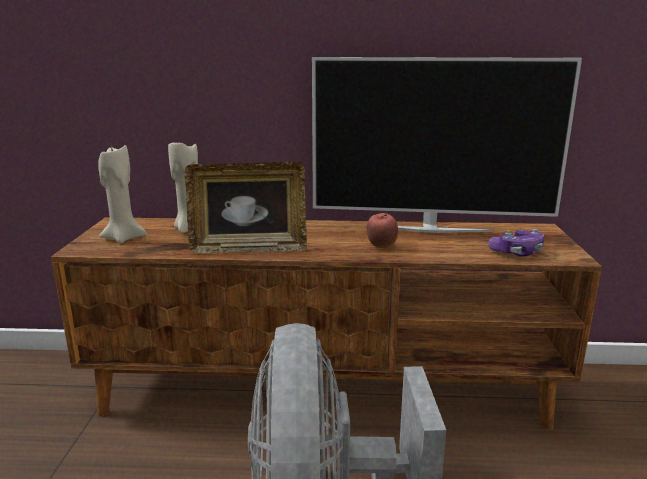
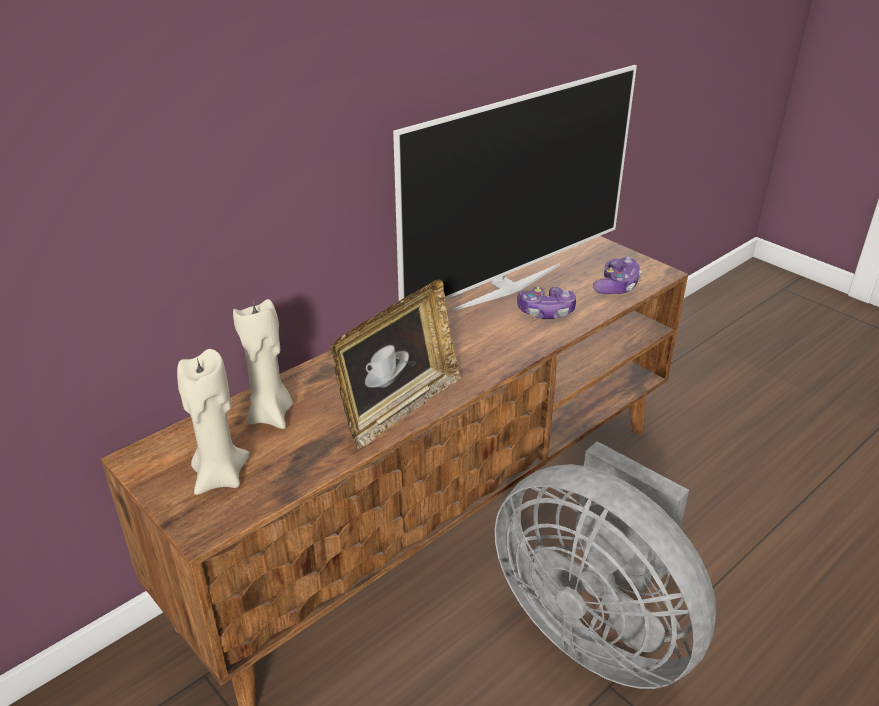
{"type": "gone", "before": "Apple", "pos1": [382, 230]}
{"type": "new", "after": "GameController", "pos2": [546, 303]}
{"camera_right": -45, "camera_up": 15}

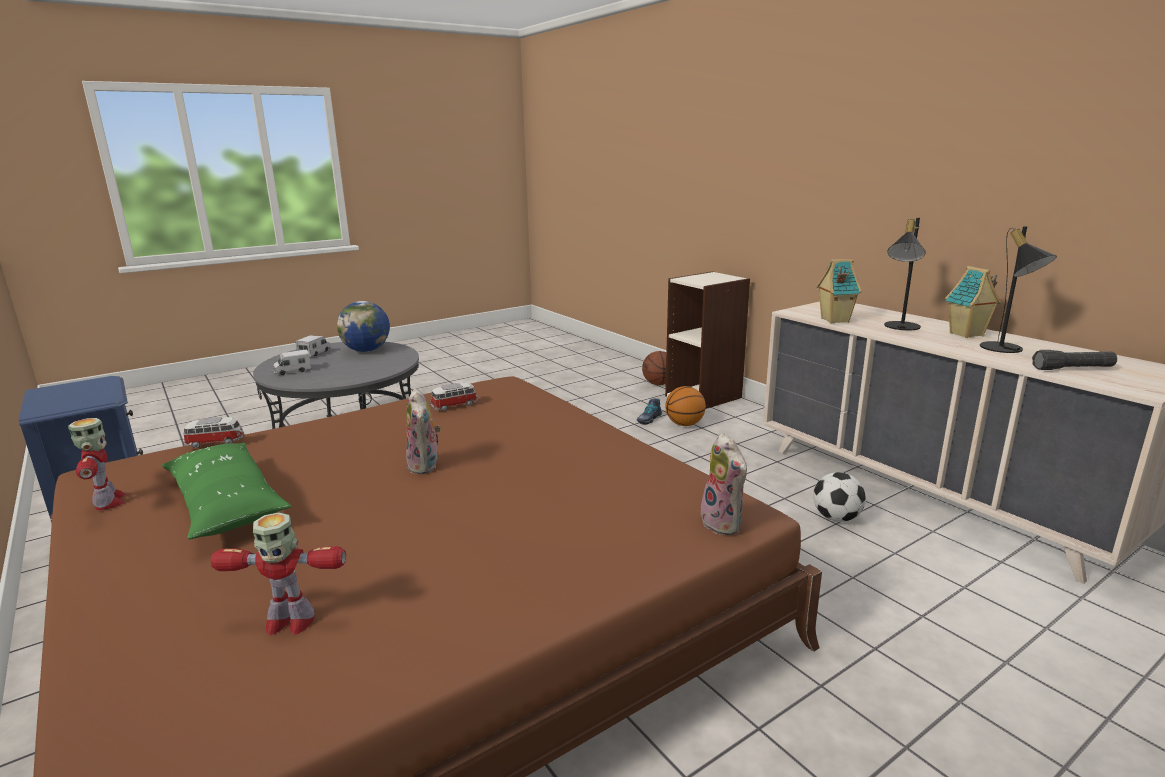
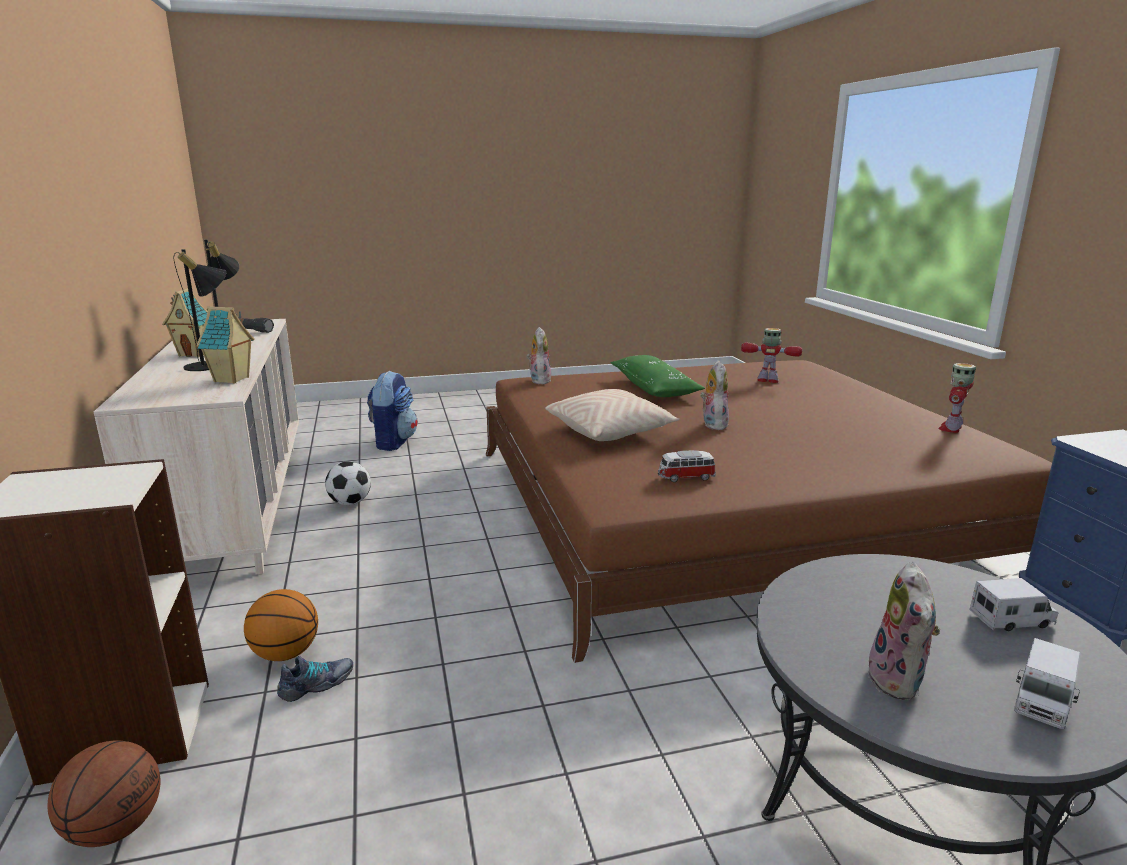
{"type": "swapped", "before": "Globe", "after": "PlushToy", "pos1": [363, 326], "pos2": [904, 631]}
{"type": "gone", "before": "ToyCar", "pos1": [214, 432]}
{"type": "rotated", "before": "ToyRobot", "pos1": [97, 464], "pos2": [957, 398], "turn": 45}
{"type": "shifted", "before": "GreenPillow", "pos1": [226, 491], "pos2": [658, 376]}
{"type": "new", "after": "Backpack", "pos2": [392, 411]}
{"type": "new", "after": "BeigePillow", "pos2": [612, 415]}
{"camera_right": -160, "camera_up": 0}

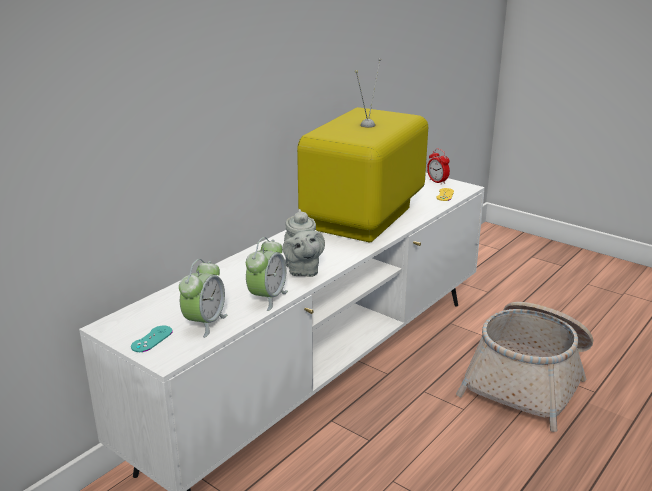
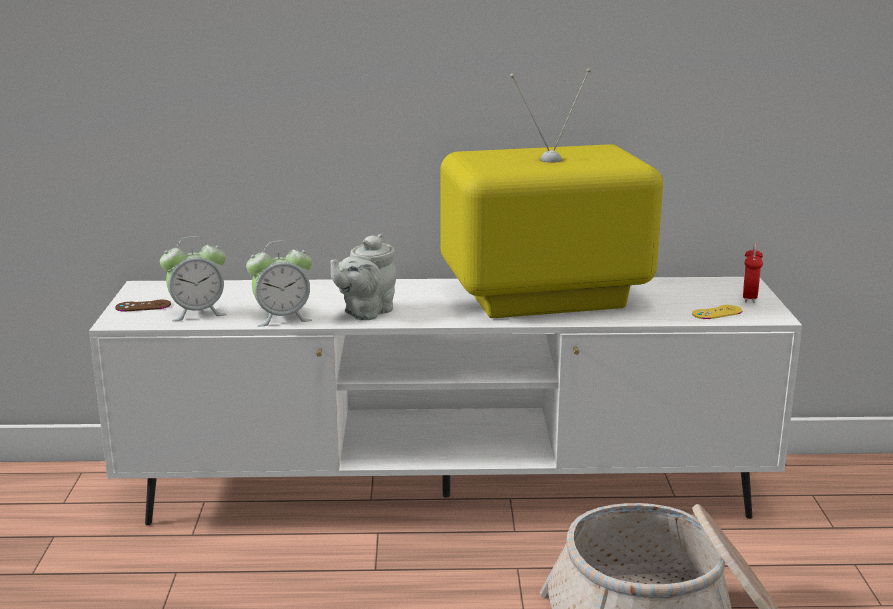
{"type": "repainted", "before": "TurquoiseGameController", "after": "BrownGameController", "pos1": [152, 339], "pos2": [143, 306]}
{"camera_right": 50, "camera_up": -5}

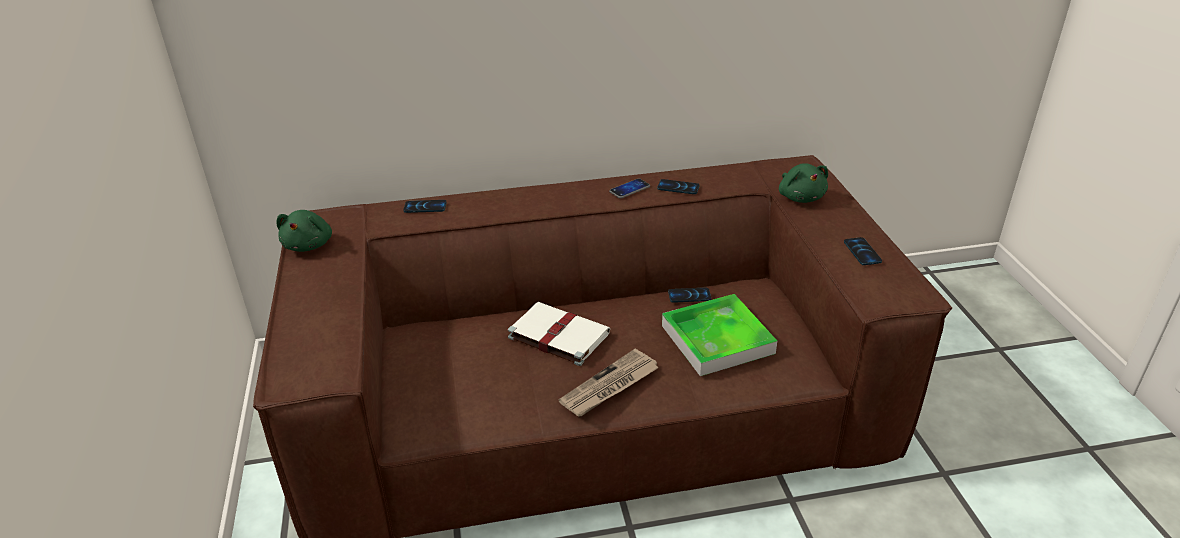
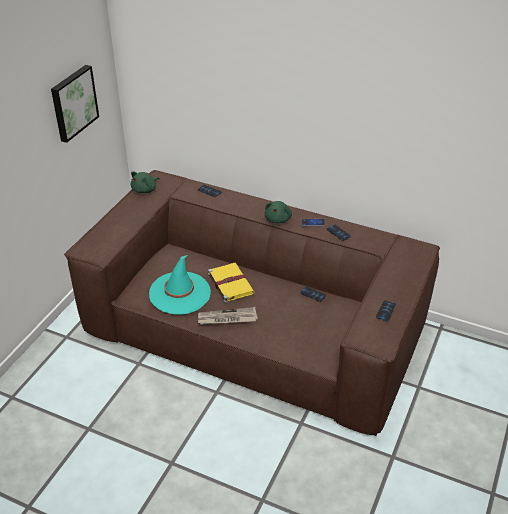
{"type": "shifted", "before": "GreenPlushToy", "pos1": [803, 183], "pos2": [278, 212]}
{"type": "gone", "before": "Tray", "pos1": [719, 335]}
{"type": "repainted", "before": "WhiteBook", "after": "YellowBook", "pos1": [558, 334], "pos2": [231, 283]}
{"type": "new", "after": "Picture", "pos2": [75, 104]}
{"type": "new", "after": "TurquoiseHat", "pos2": [180, 285]}
{"camera_right": 35, "camera_up": 5}

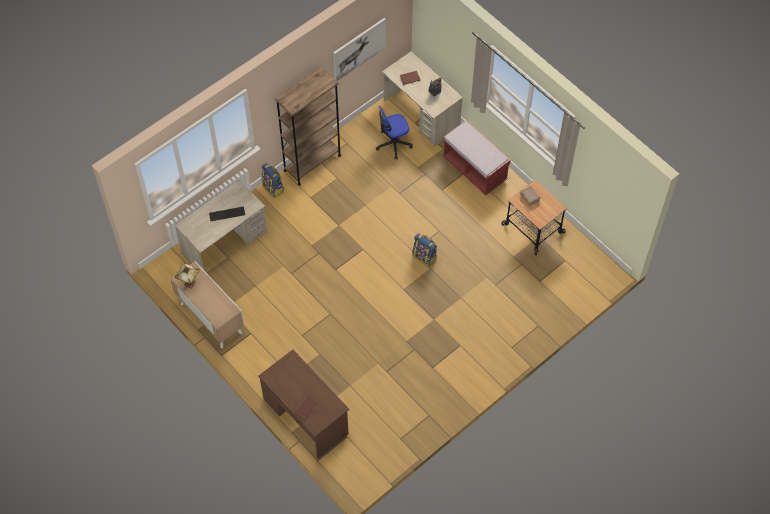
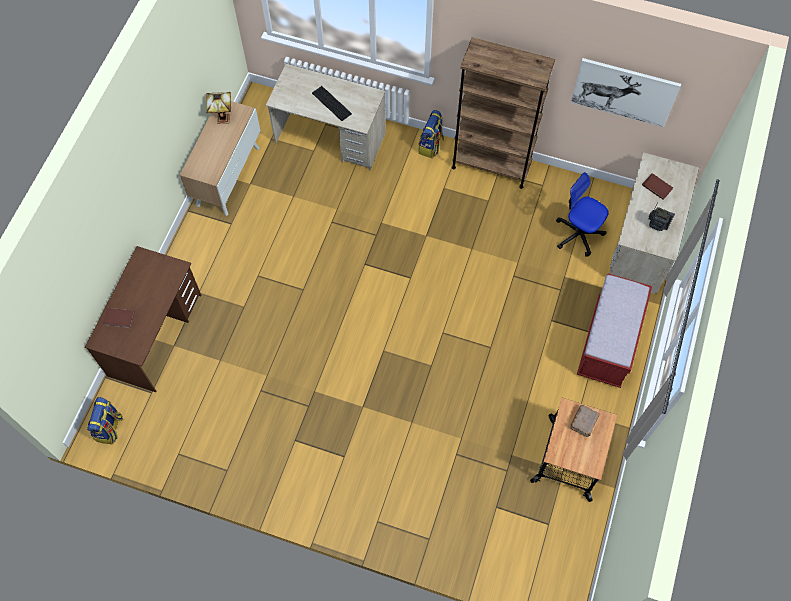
{"type": "shifted", "before": "Backpack", "pos1": [425, 250], "pos2": [105, 421]}
{"camera_right": 60, "camera_up": 5}

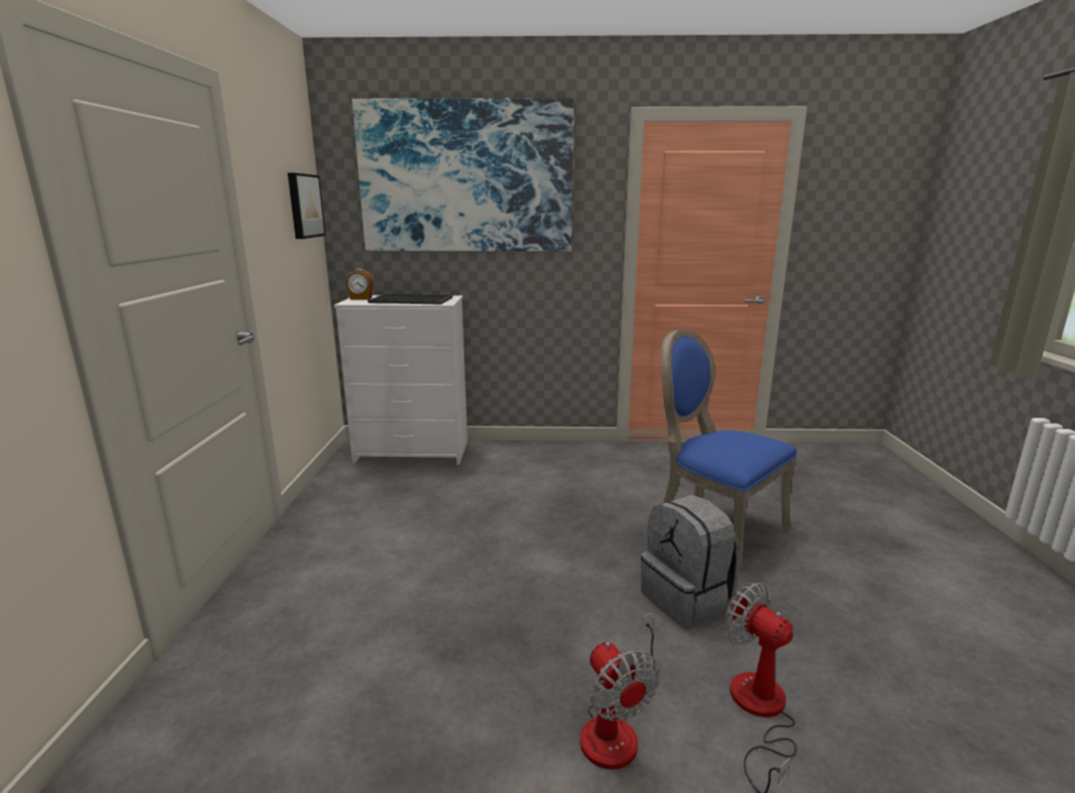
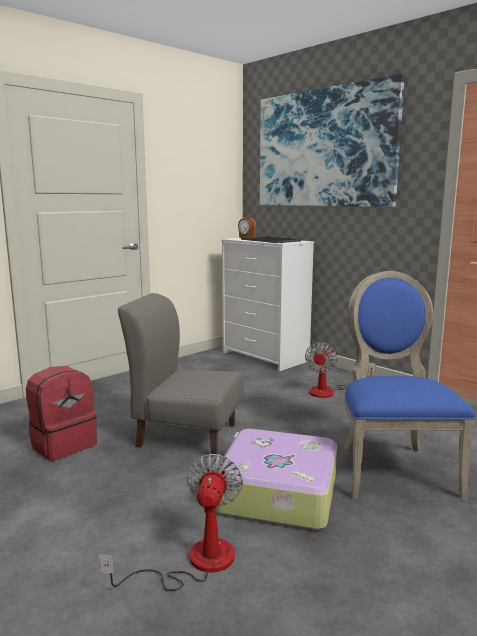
{"type": "gone", "before": "Picture", "pos1": [307, 206]}
{"type": "swapped", "before": "GreyBackpack", "after": "Suitcase", "pos1": [690, 561], "pos2": [276, 479]}
{"type": "shifted", "before": "Fan", "pos1": [619, 691], "pos2": [340, 370]}
{"type": "new", "after": "GreyChair", "pos2": [181, 373]}
{"type": "new", "after": "RedBackpack", "pos2": [61, 413]}
{"camera_right": 45, "camera_up": -5}

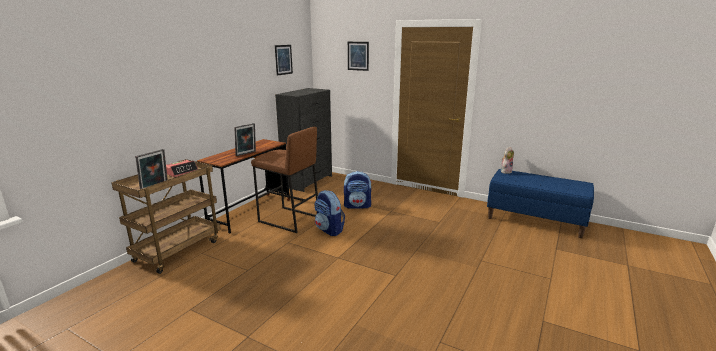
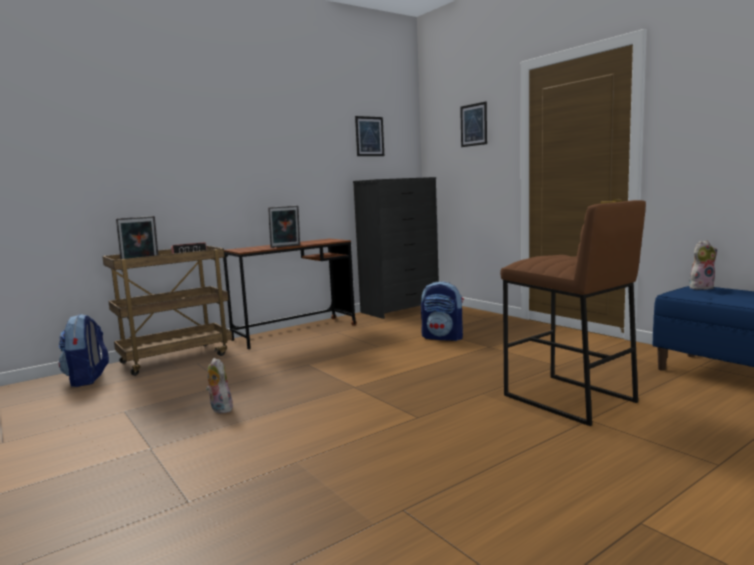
{"type": "shifted", "before": "BrownStool", "pos1": [284, 180], "pos2": [573, 313]}
{"type": "shifted", "before": "Backpack", "pos1": [329, 213], "pos2": [84, 350]}
{"type": "new", "after": "PlushToy", "pos2": [219, 386]}
{"camera_right": 25, "camera_up": -10}

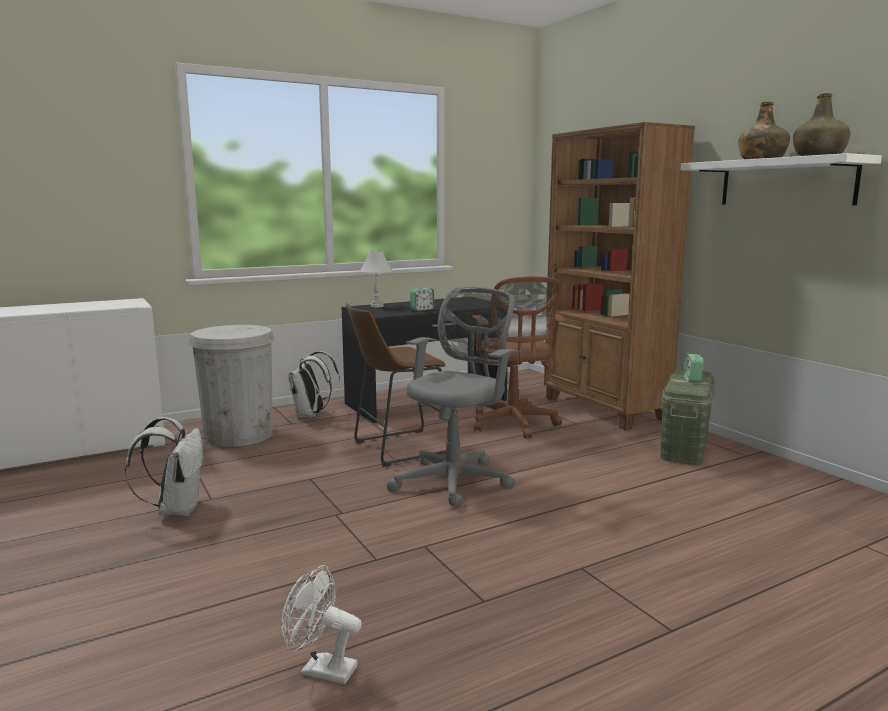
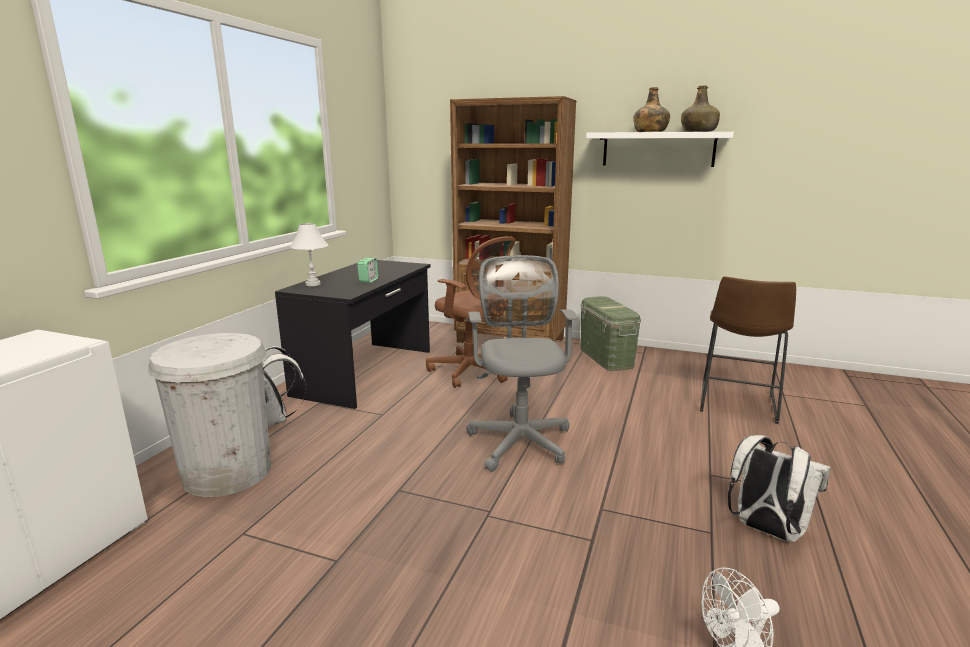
{"type": "shifted", "before": "BrownStool", "pos1": [396, 385], "pos2": [748, 350]}
{"type": "gone", "before": "AlarmClock", "pos1": [694, 368]}
{"type": "shifted", "before": "WhiteBackpack", "pos1": [164, 466], "pos2": [779, 488]}
{"camera_right": -40, "camera_up": 5}

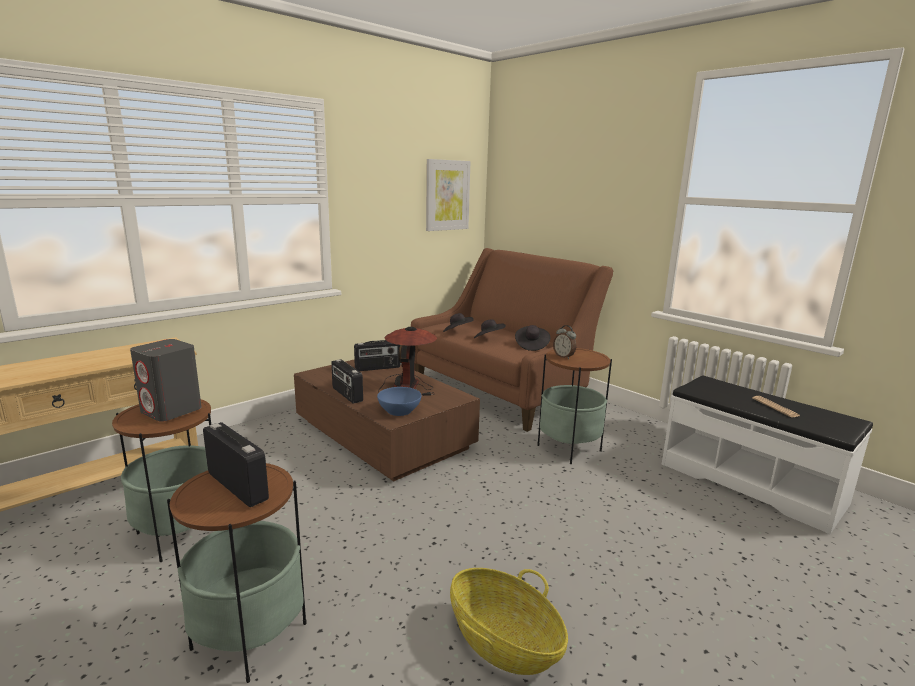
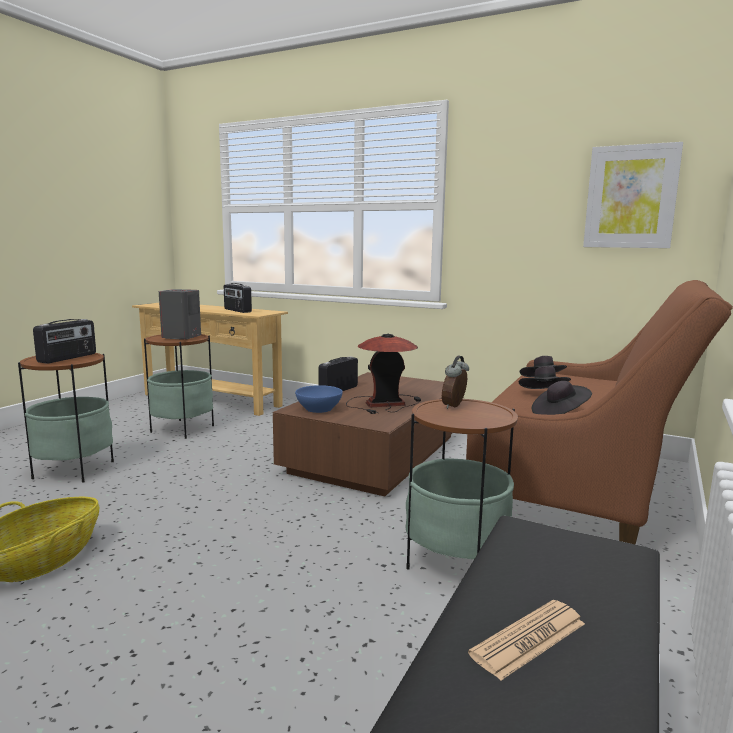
{"type": "shifted", "before": "Radio", "pos1": [377, 355], "pos2": [238, 298]}
{"camera_right": 70, "camera_up": -5}

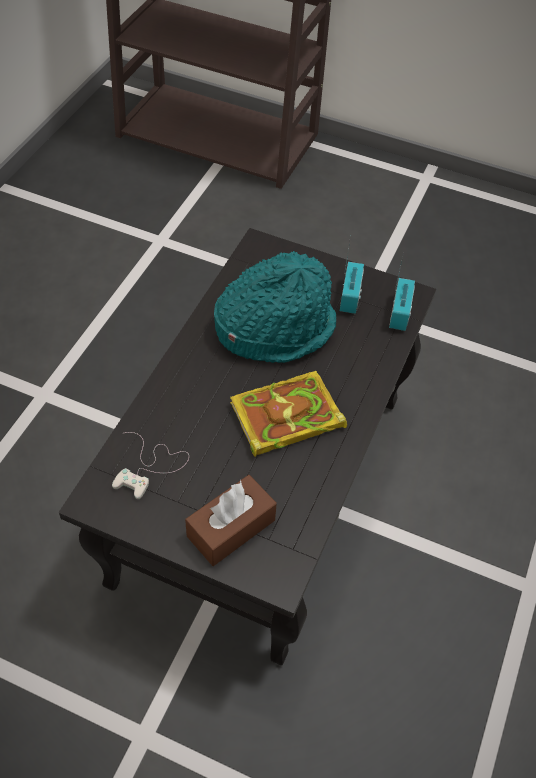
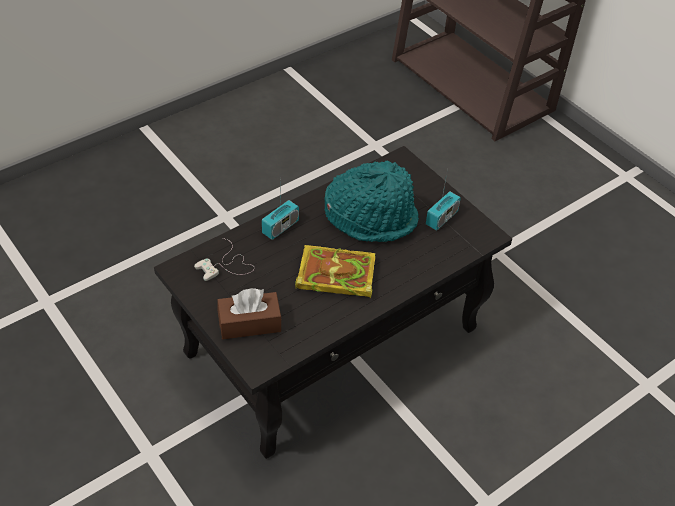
{"type": "shifted", "before": "Radio", "pos1": [402, 291], "pos2": [280, 214]}
{"camera_right": 30, "camera_up": -5}

